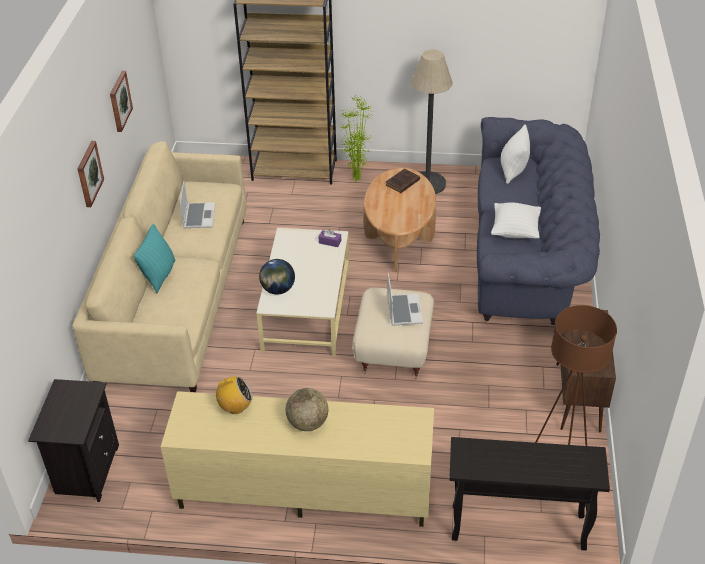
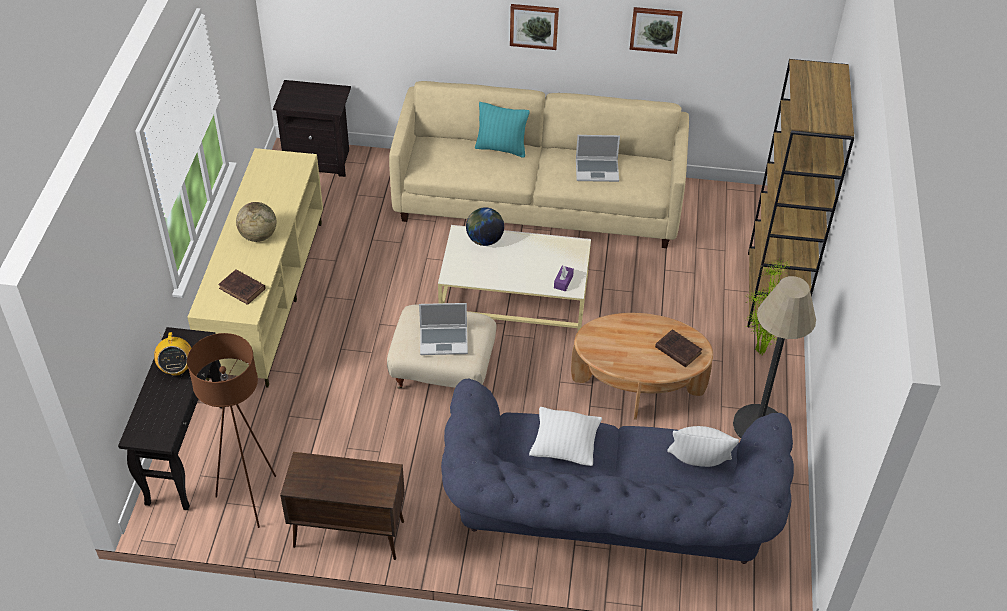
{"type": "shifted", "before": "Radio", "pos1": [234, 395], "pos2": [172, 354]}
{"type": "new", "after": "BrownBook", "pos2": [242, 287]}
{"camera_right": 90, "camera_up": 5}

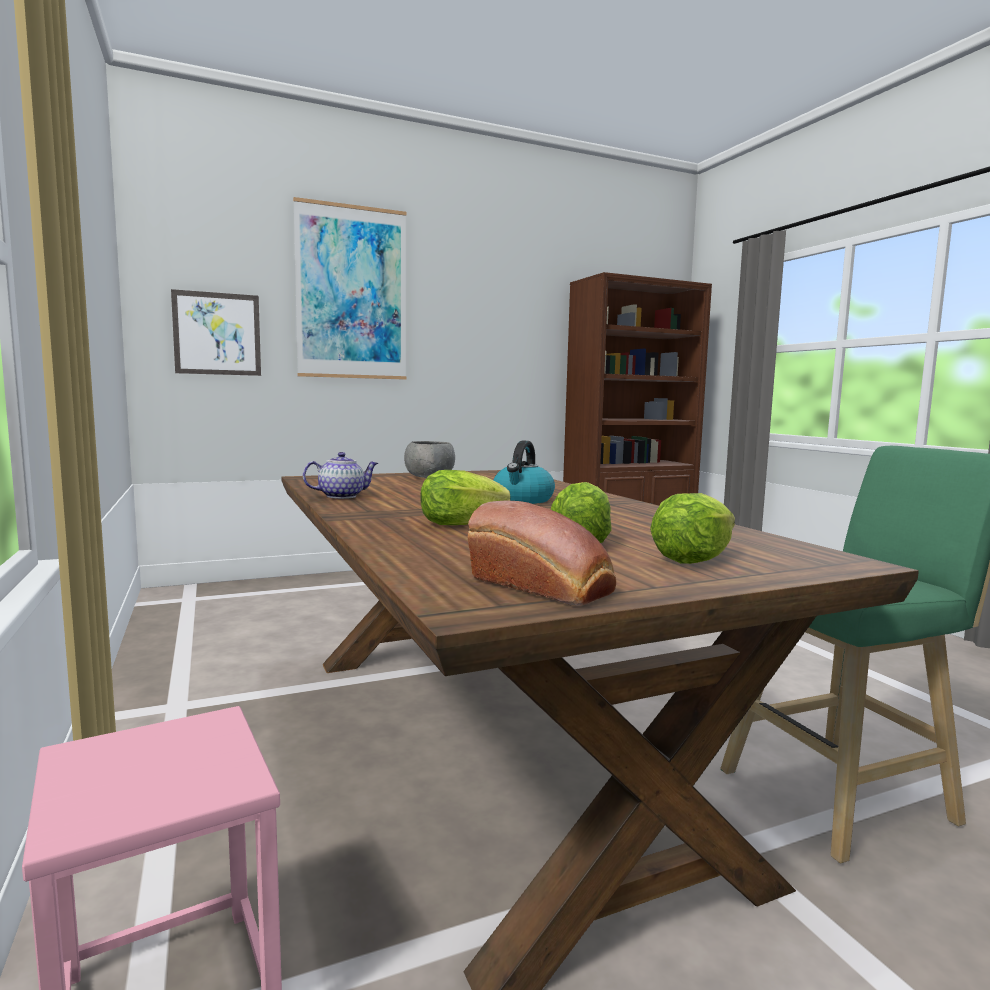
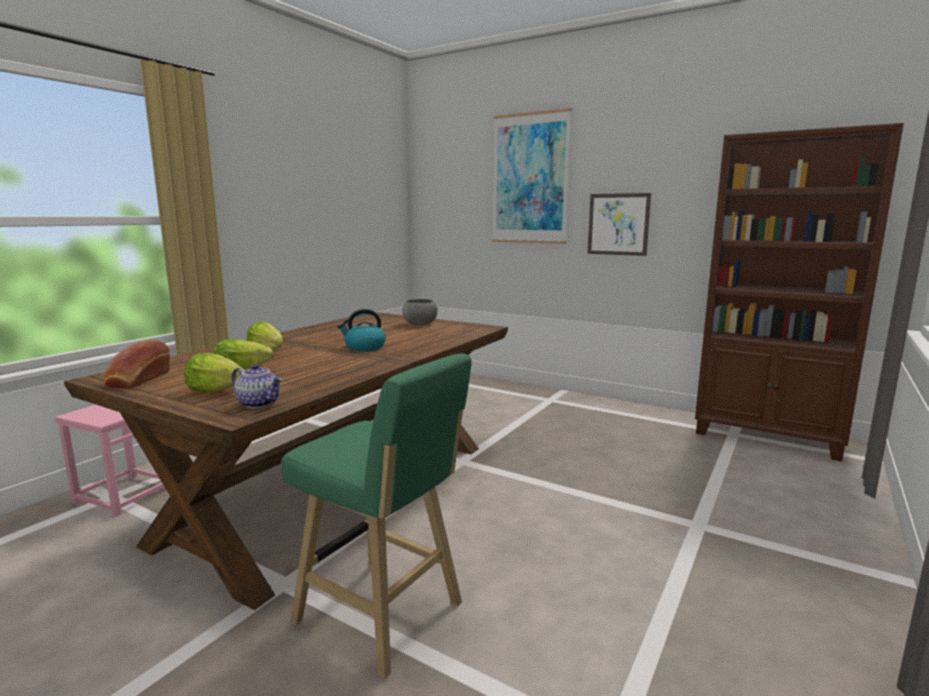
{"type": "shifted", "before": "Picture", "pos1": [216, 332], "pos2": [619, 224]}
{"type": "shifted", "before": "Teapot", "pos1": [340, 475], "pos2": [257, 386]}
{"camera_right": 55, "camera_up": 5}

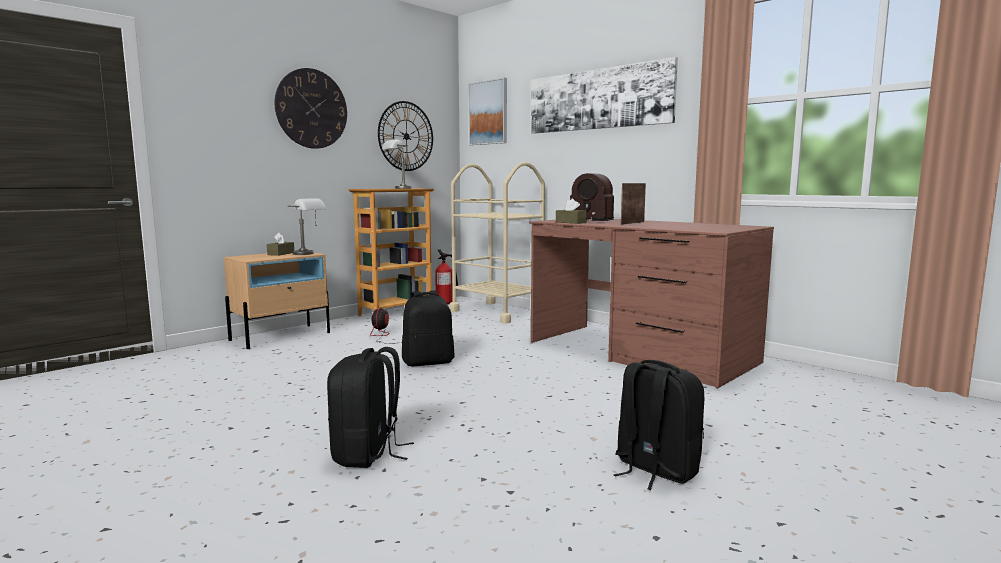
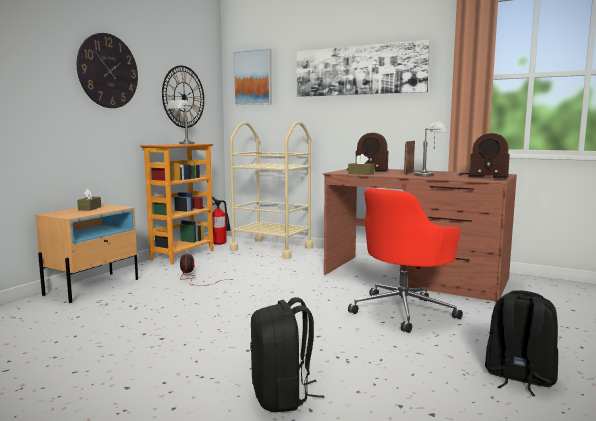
{"type": "shifted", "before": "GreyTableLamp", "pos1": [307, 226], "pos2": [431, 149]}
{"type": "gone", "before": "BlackBackpack", "pos1": [428, 328]}
{"type": "new", "after": "Radio", "pos2": [484, 155]}
{"type": "new", "after": "RedOfficeChair", "pos2": [405, 260]}
{"camera_right": -15, "camera_up": 0}

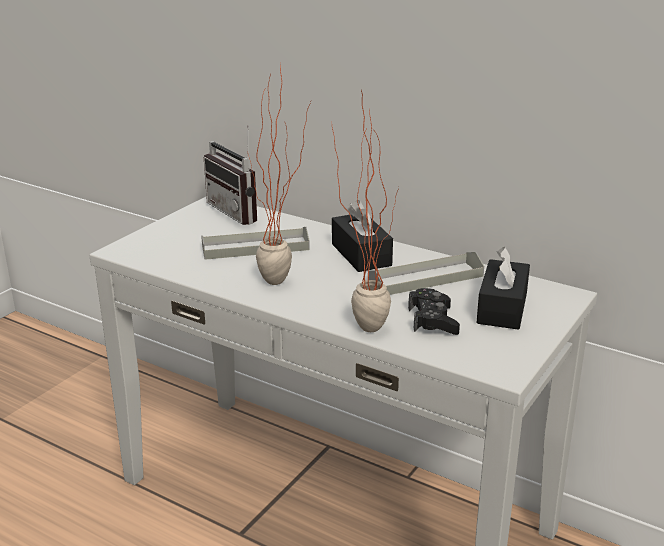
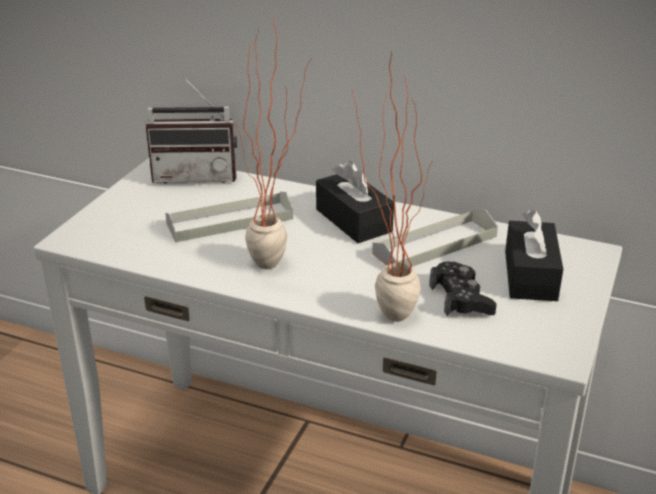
{"type": "rotated", "before": "Radio", "pos1": [230, 175], "pos2": [191, 129], "turn": -45}
{"camera_right": -10, "camera_up": 5}

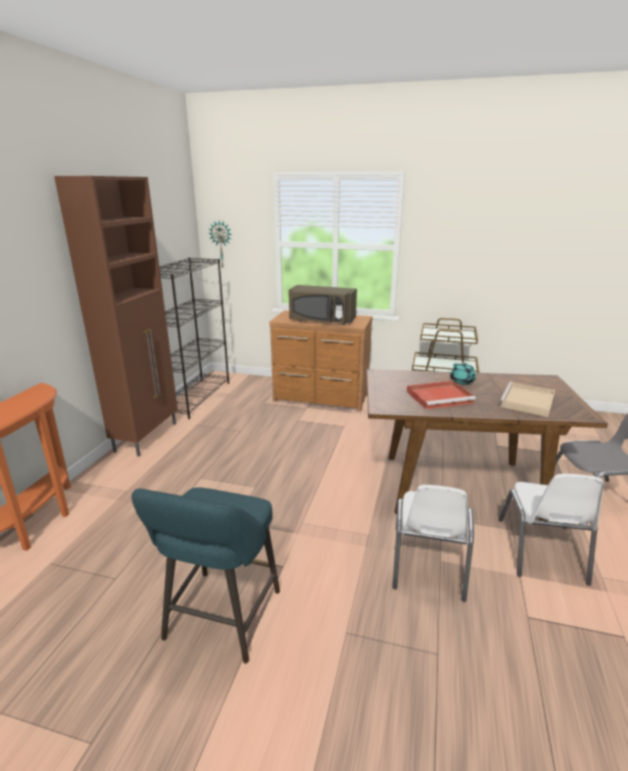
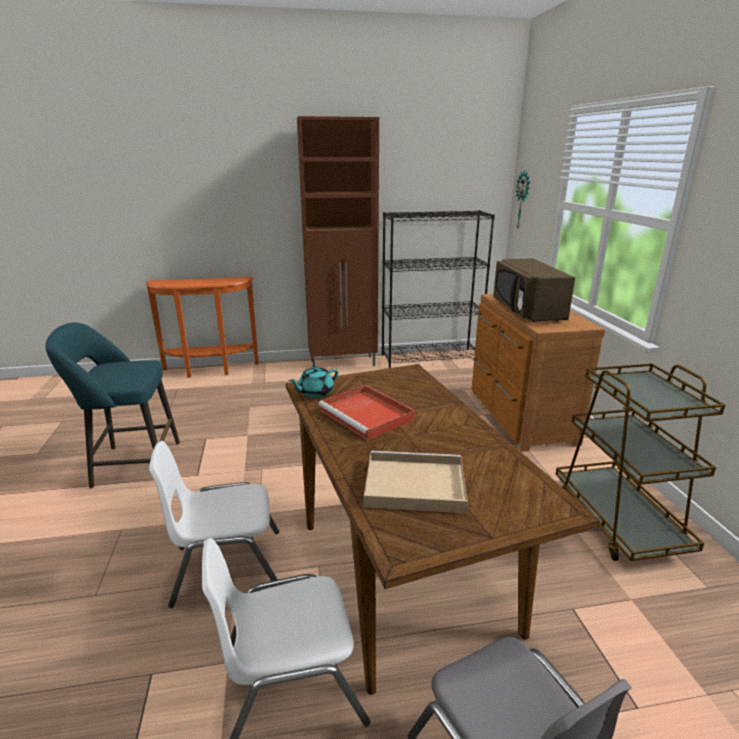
{"type": "shifted", "before": "TurquoiseTeapot", "pos1": [463, 373], "pos2": [313, 382]}
{"camera_right": 65, "camera_up": 0}

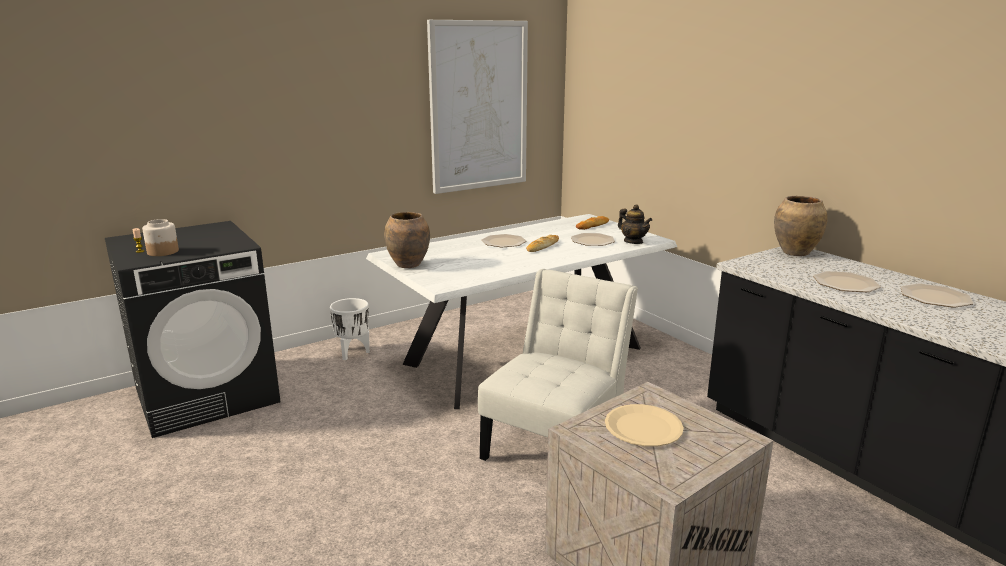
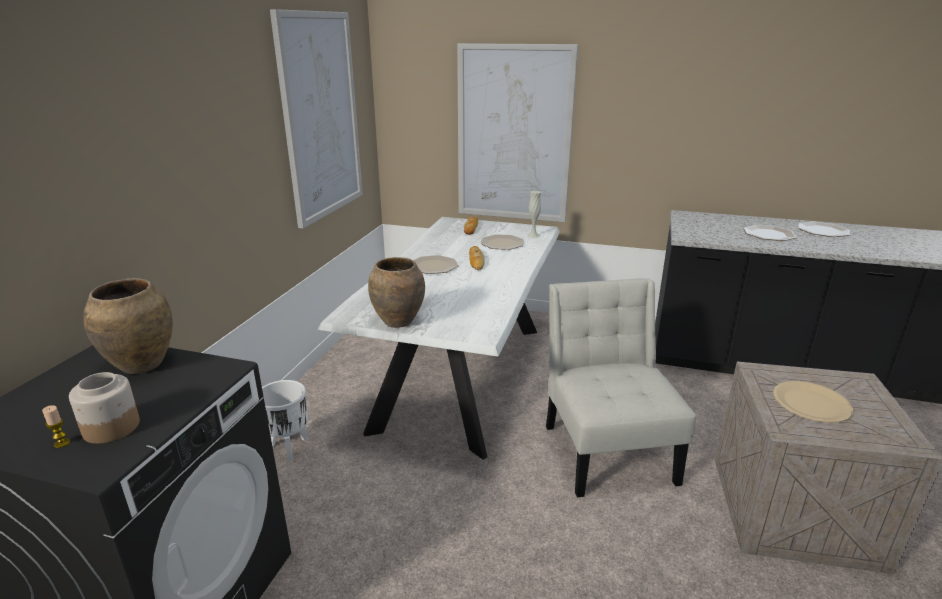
{"type": "shifted", "before": "BrownVase", "pos1": [800, 226], "pos2": [128, 326]}
{"type": "swapped", "before": "Teapot", "after": "WhiteVase", "pos1": [635, 224], "pos2": [534, 214]}
{"type": "new", "after": "Picture", "pos2": [517, 132]}
{"camera_right": -40, "camera_up": 5}

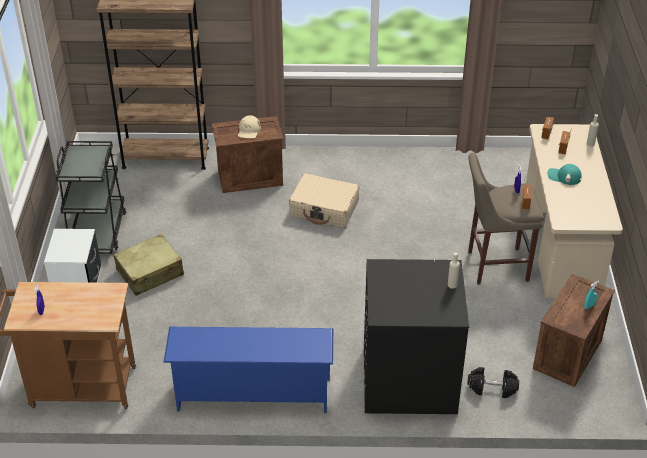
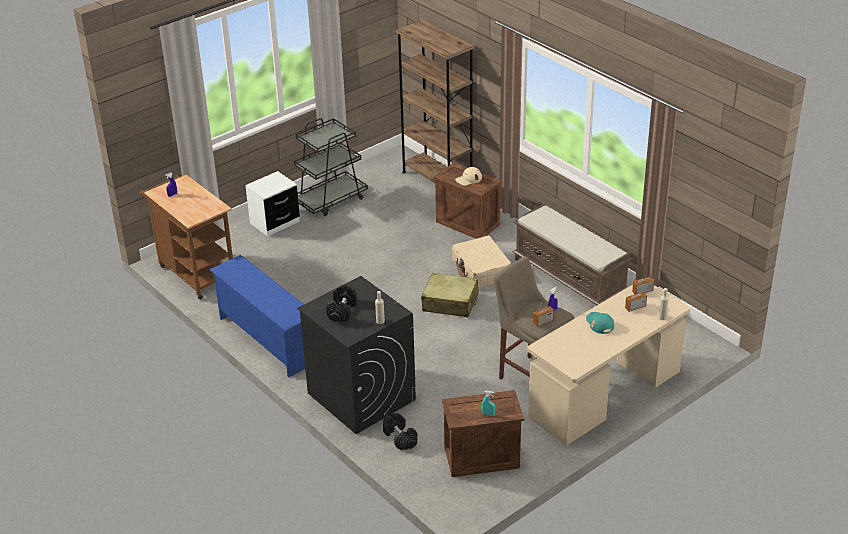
{"type": "shifted", "before": "BeigeSuitcase", "pos1": [148, 265], "pos2": [449, 295]}
{"type": "new", "after": "BrownBench", "pos2": [572, 255]}
{"type": "new", "after": "BlackDumbbell", "pos2": [342, 303]}
{"camera_right": 50, "camera_up": -5}

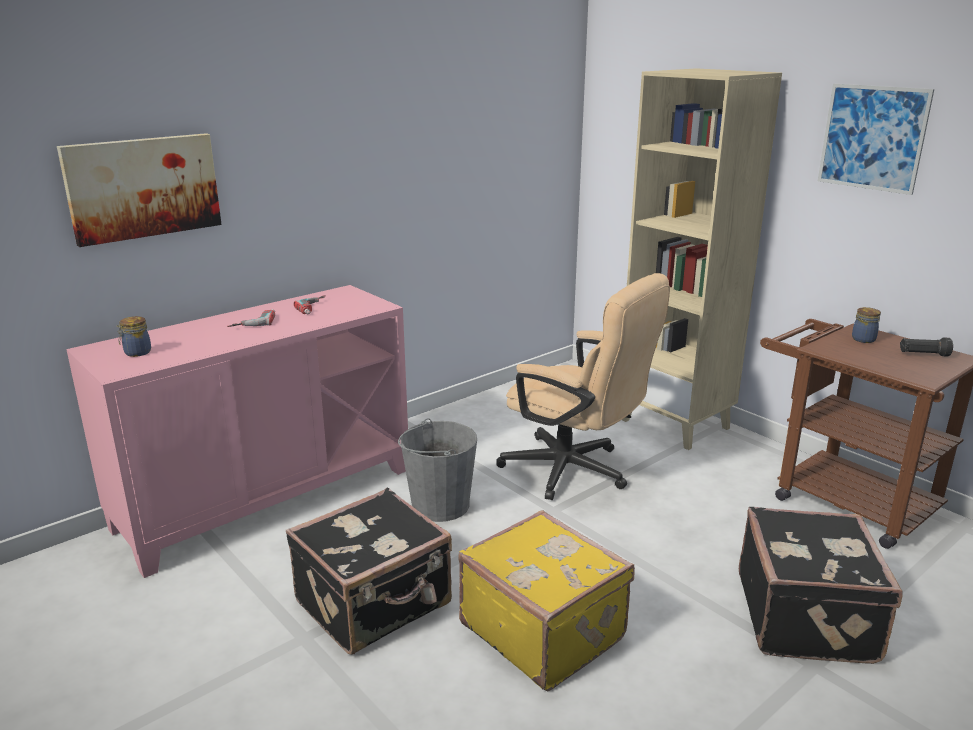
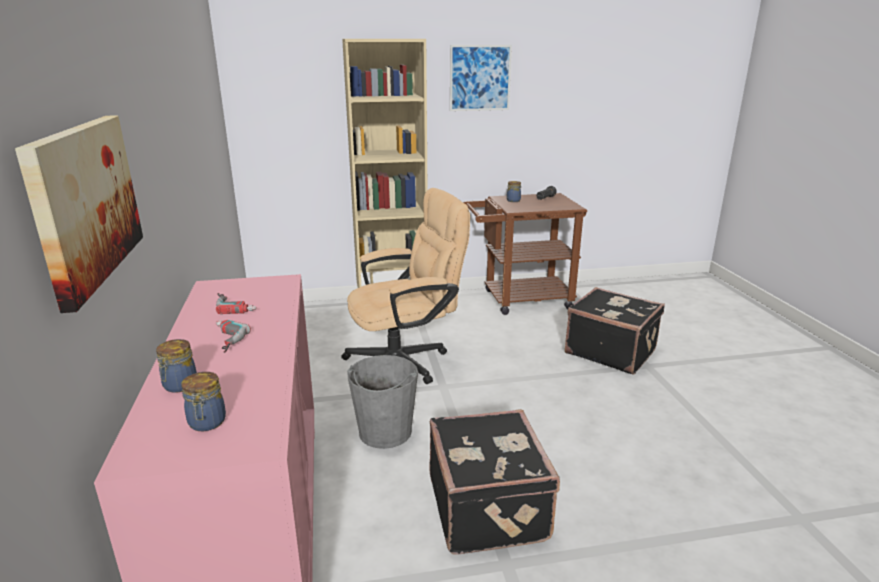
{"type": "gone", "before": "YellowSuitcase", "pos1": [546, 600]}
{"type": "new", "after": "Jar", "pos2": [176, 366]}
{"camera_right": -60, "camera_up": 0}

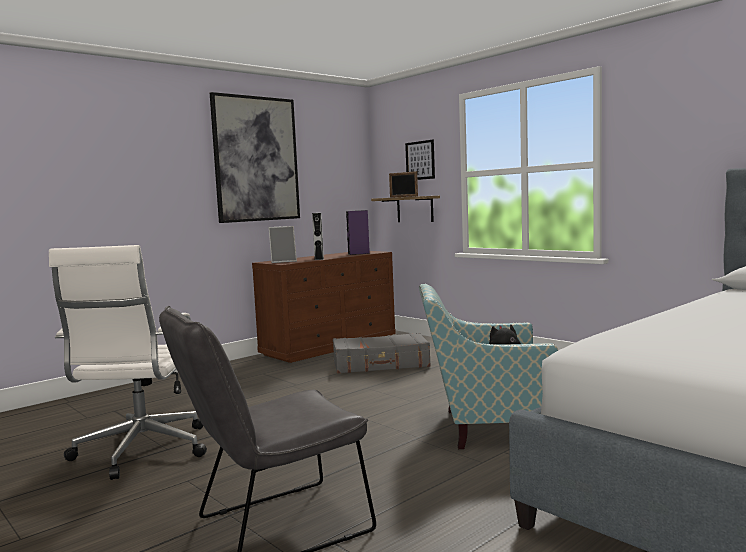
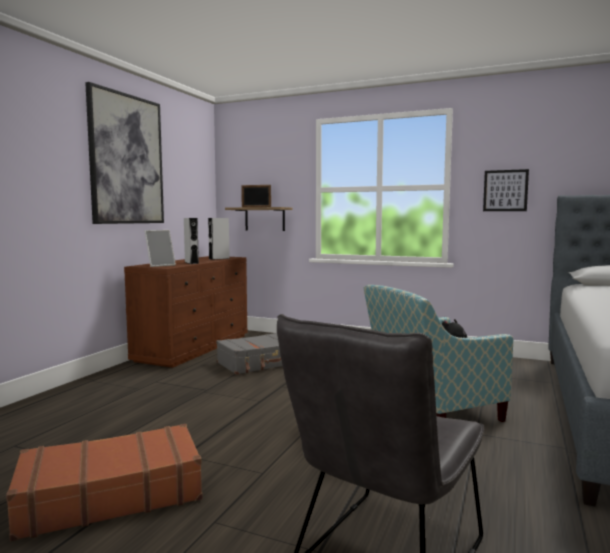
{"type": "shifted", "before": "Picture", "pos1": [420, 160], "pos2": [506, 190]}
{"type": "repainted", "before": "PurpleSpeaker", "after": "GreySpeaker", "pos1": [358, 232], "pos2": [219, 239]}
{"type": "swapped", "before": "WhiteOfficeChair", "after": "BrownSuitcase", "pos1": [128, 362], "pos2": [104, 482]}
{"camera_right": -25, "camera_up": 0}

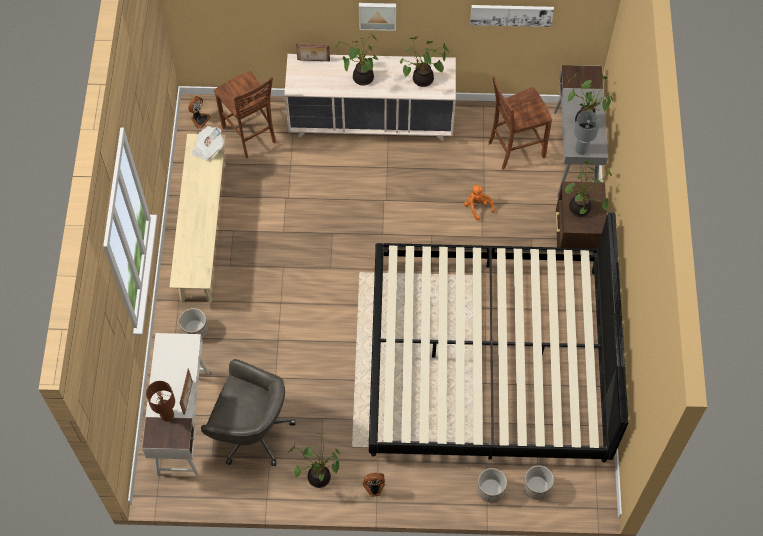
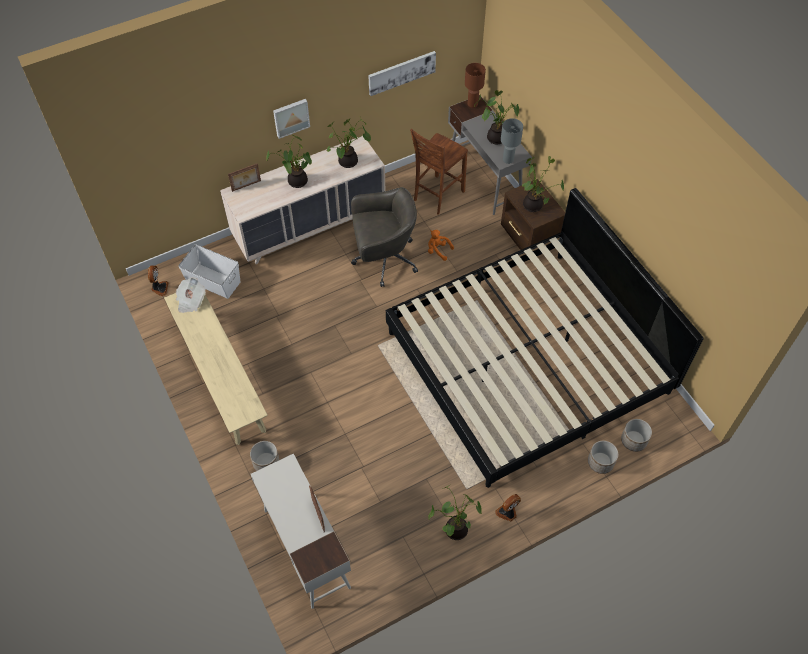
{"type": "swapped", "before": "BrownChair", "after": "WhiteStorageBox", "pos1": [245, 114], "pos2": [209, 271]}
{"type": "shifted", "before": "GreyOfficeChair", "pos1": [248, 412], "pos2": [384, 237]}
{"type": "shifted", "before": "BrownTableLamp", "pos1": [160, 401], "pos2": [475, 85]}
{"camera_right": -30, "camera_up": -5}

